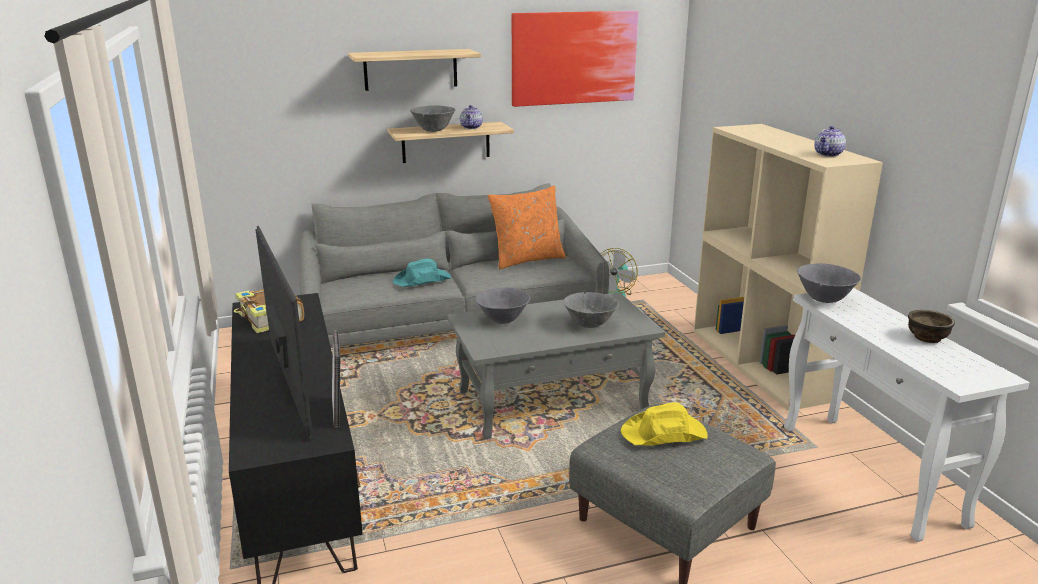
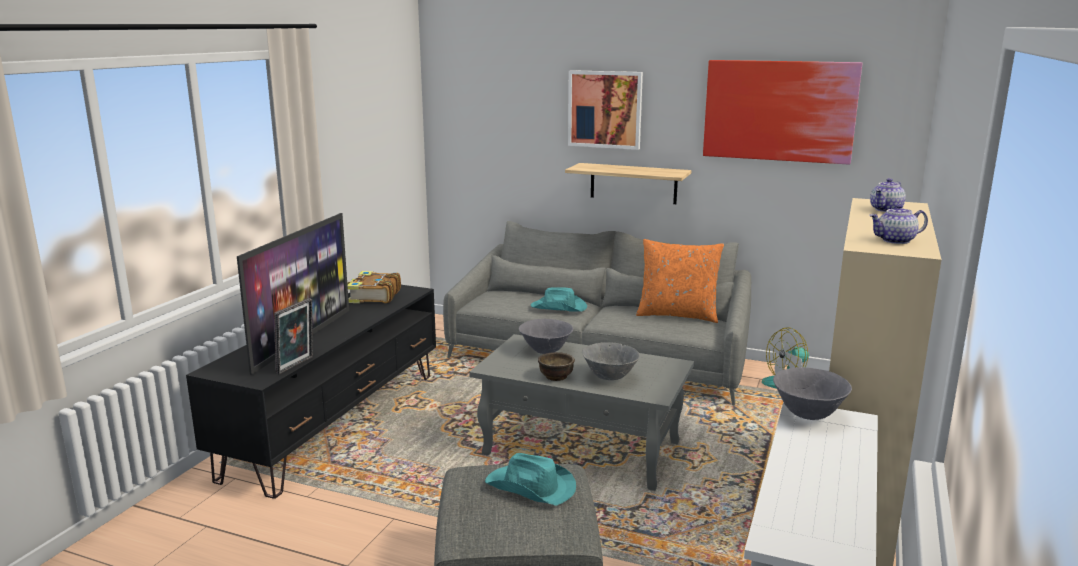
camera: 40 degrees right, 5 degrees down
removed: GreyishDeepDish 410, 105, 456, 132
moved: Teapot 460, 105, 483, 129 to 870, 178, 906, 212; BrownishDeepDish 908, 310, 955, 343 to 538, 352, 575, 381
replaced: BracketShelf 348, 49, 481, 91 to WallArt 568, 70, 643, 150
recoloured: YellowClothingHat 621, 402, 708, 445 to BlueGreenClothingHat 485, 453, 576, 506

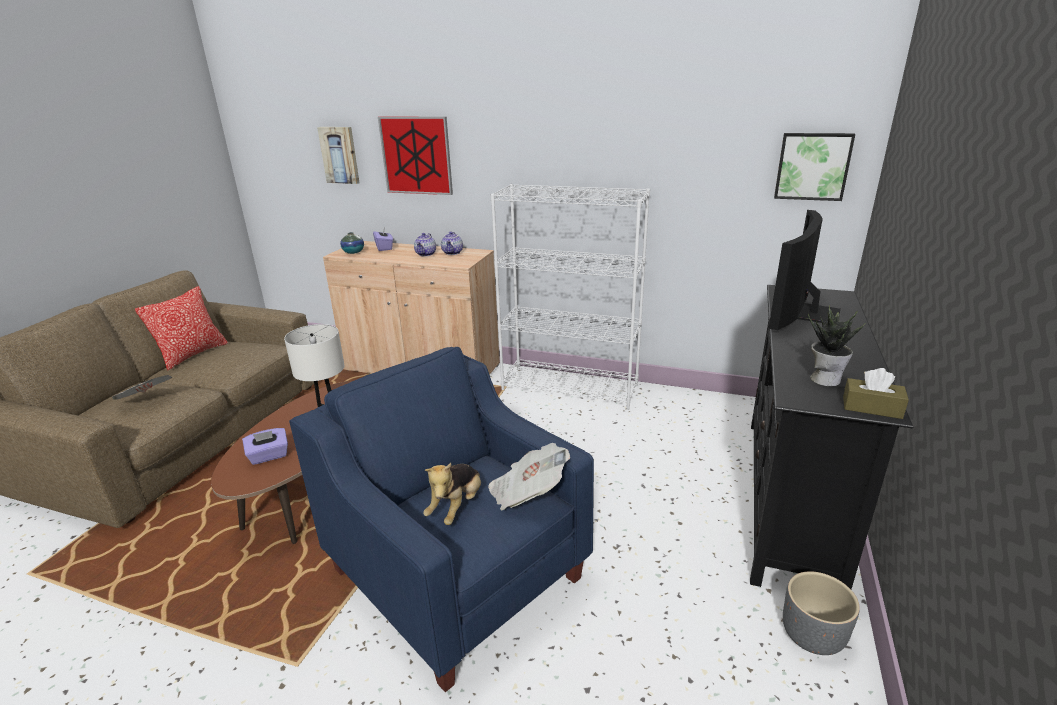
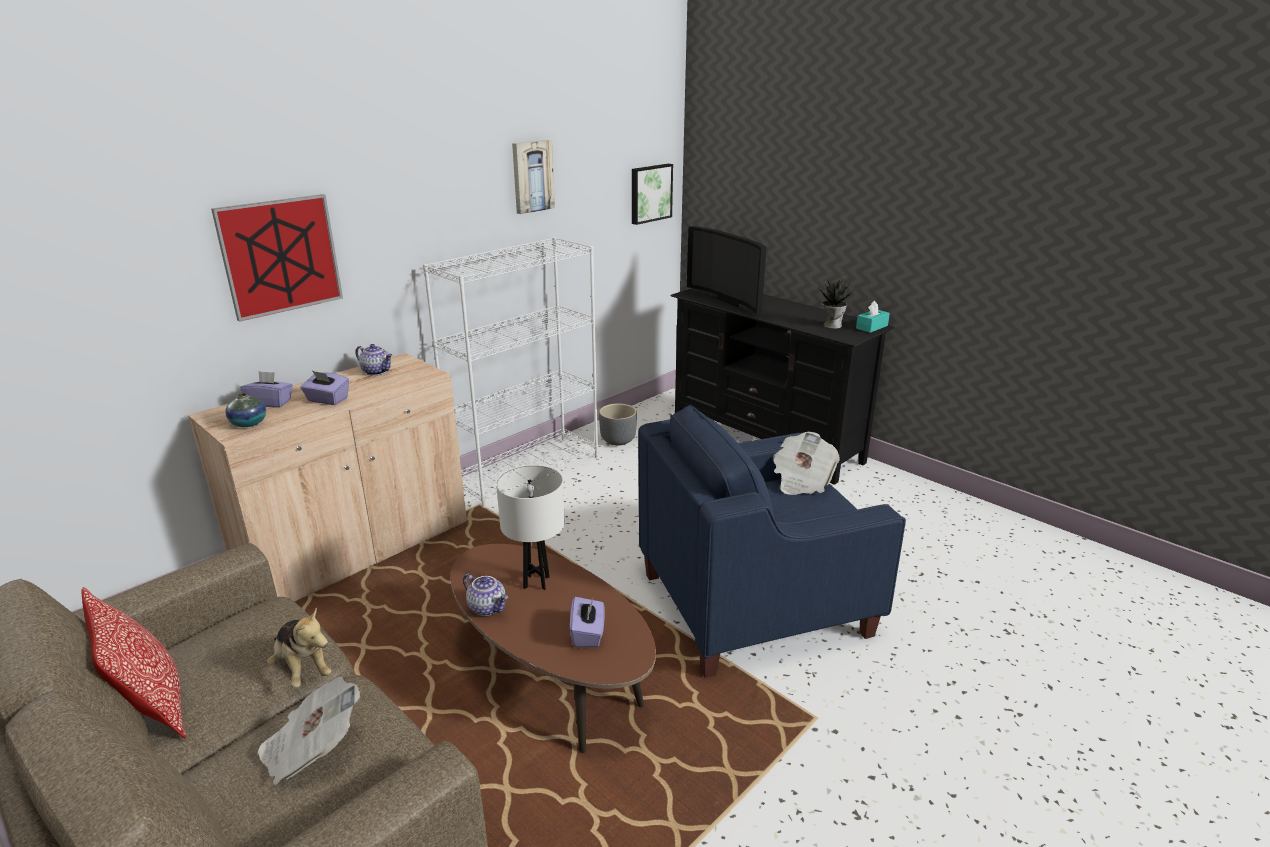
camera: 65 degrees left, 0 degrees up
added: PurplishBoxOfTissues 301, 371, 349, 405
moved: WallArt 317, 127, 360, 184 to 512, 140, 555, 214; Teapot 414, 233, 436, 256 to 463, 574, 508, 616; PlushToy 423, 463, 481, 525 to 267, 608, 332, 688; GreyishPlanter 783, 571, 860, 655 to 599, 403, 637, 446
recoloured: BrownishBoxOfTissues 843, 368, 909, 419 to BlueGreenBoxOfTissues 856, 301, 890, 333

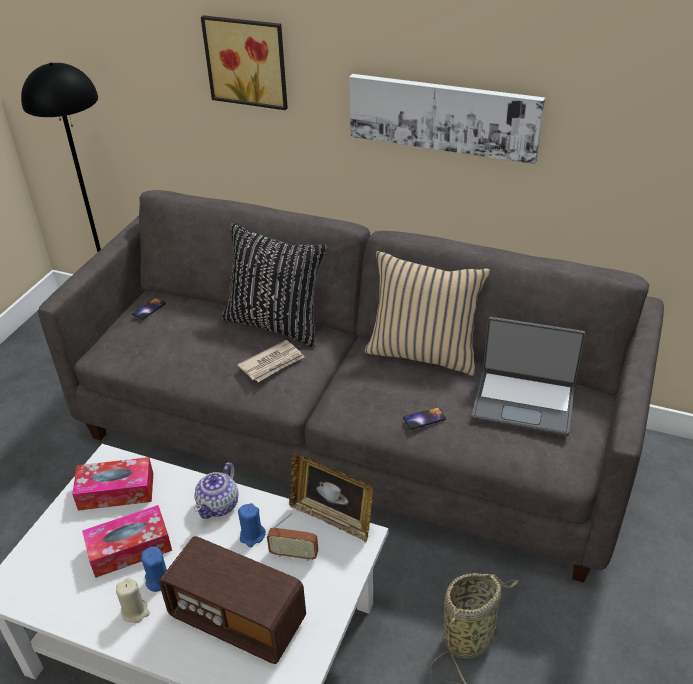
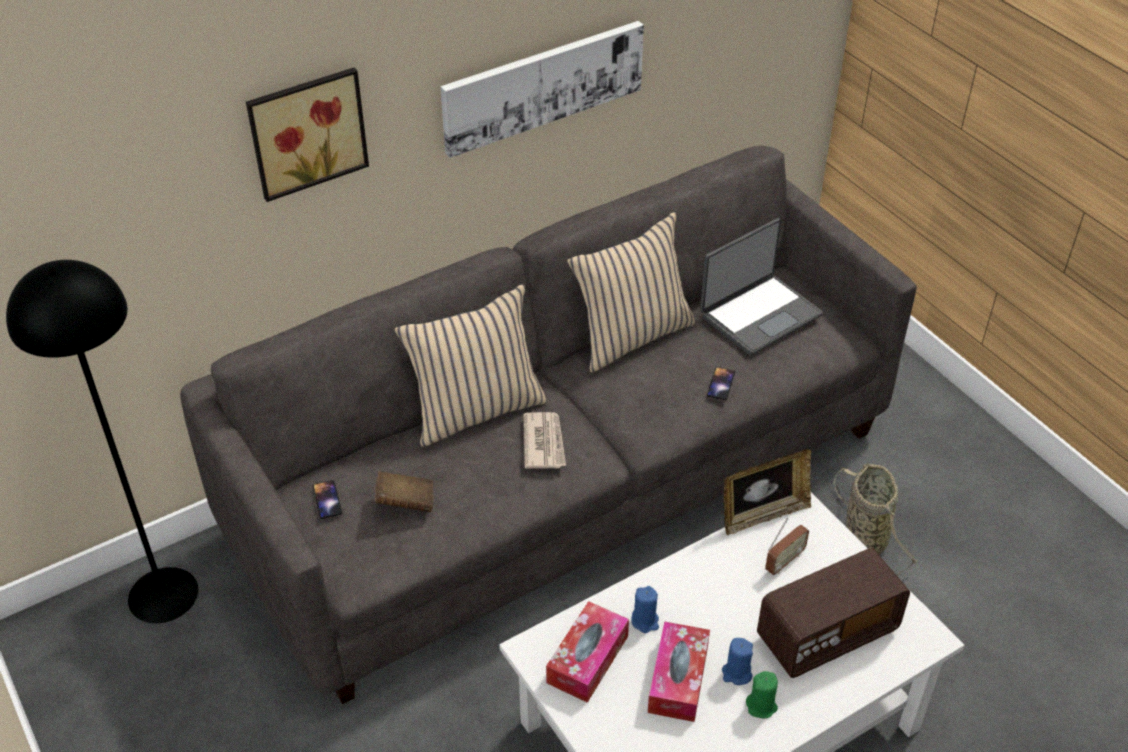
camera: 55 degrees left, 5 degrees up
removed: Teapot 194, 462, 238, 519
added: BrownishBoundBook 375, 471, 433, 512
moved: BlueColouredWaxLight 238, 503, 266, 547 to 631, 586, 659, 633
recoloured: SandColouredWaxLight 116, 578, 150, 623 to GreenWaxLight 746, 671, 778, 719; BlackPillow 222, 222, 328, 348 to SandColouredPillow 394, 284, 547, 447

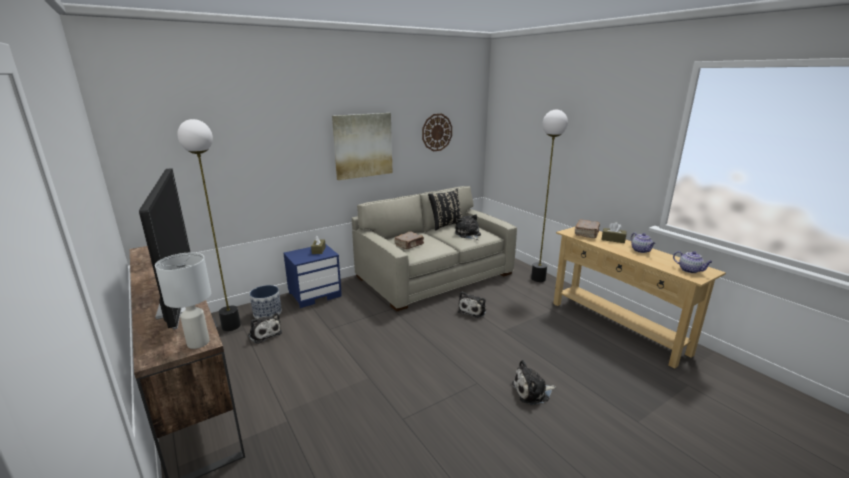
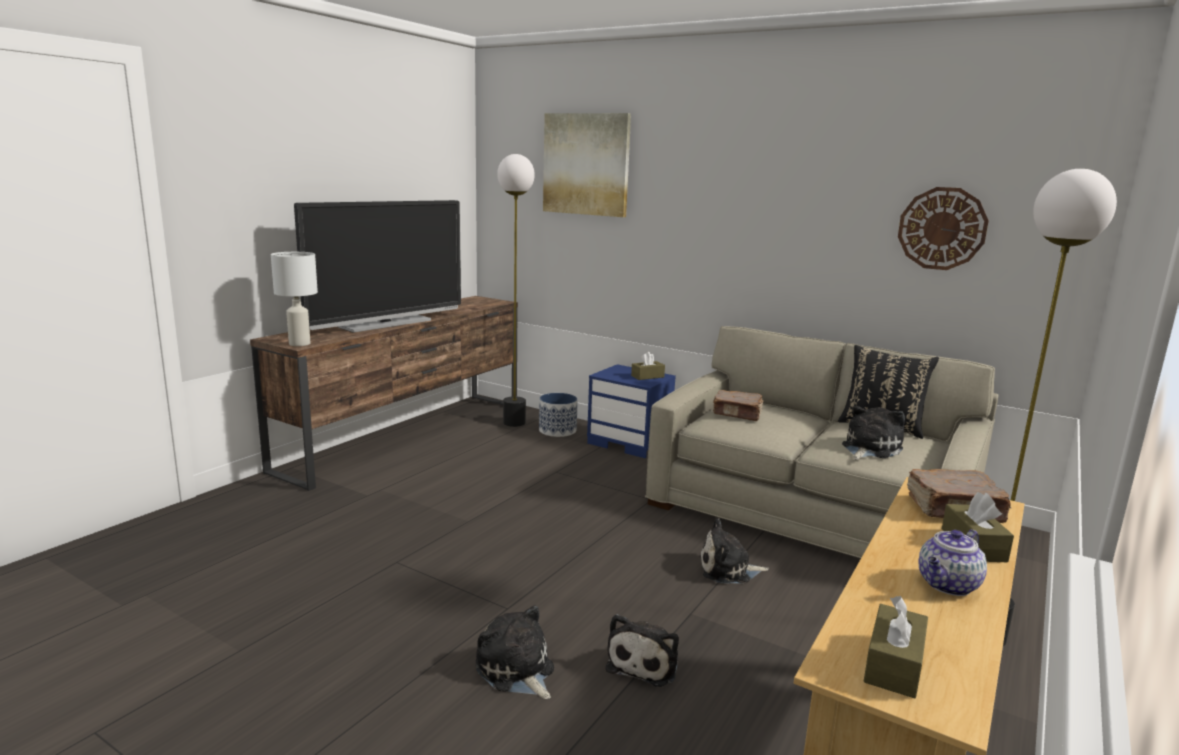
camera: 65 degrees right, 5 degrees down
moved: PlushToy 248, 313, 282, 344 to 606, 614, 679, 687; WallArt 332, 113, 392, 180 to 543, 113, 631, 217
replaced: Teapot 673, 251, 713, 273 to BrownishBoxOfTissues 864, 596, 928, 698

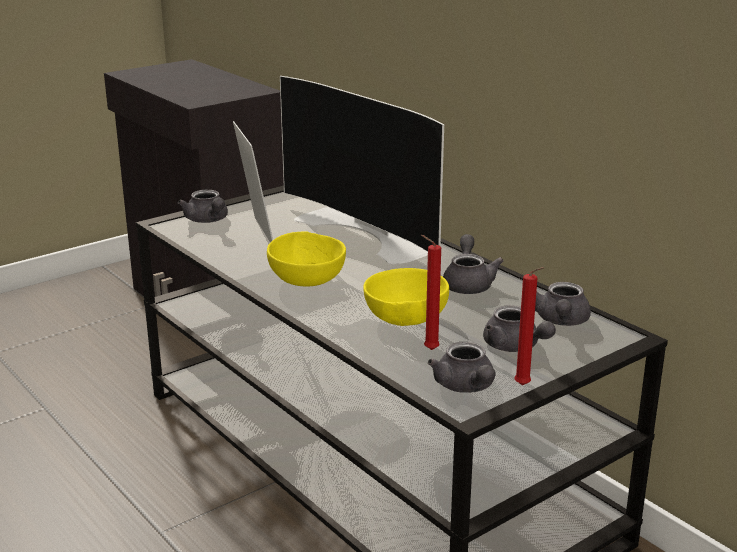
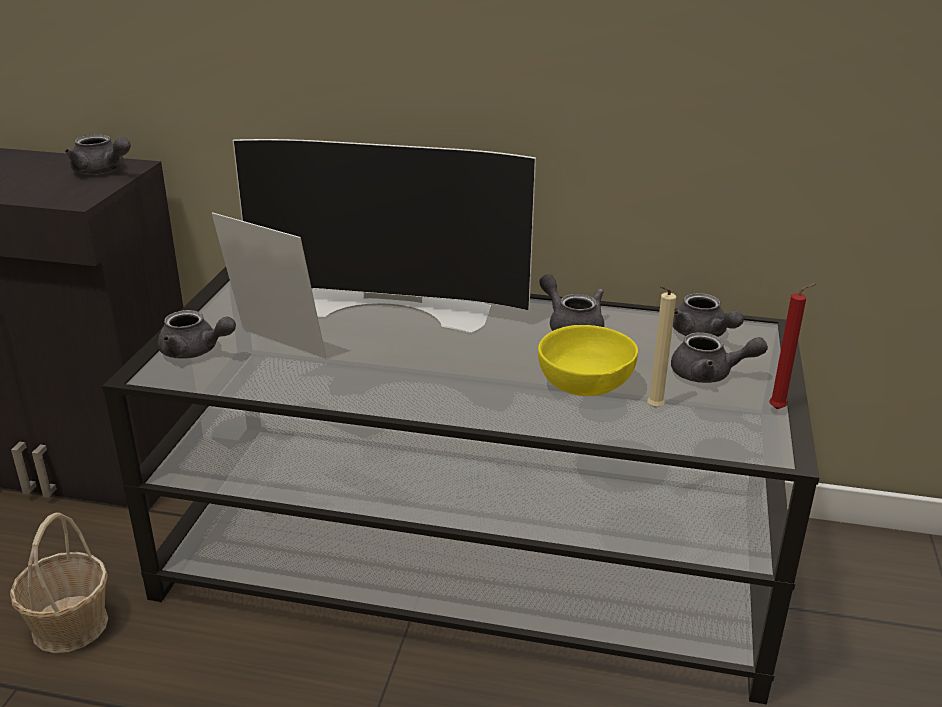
camera: 40 degrees left, 5 degrees up
removed: YellowDeepDish 267, 231, 346, 287
added: Basket 10, 513, 108, 653
moved: GreyishTeapot 428, 342, 495, 393 to 65, 134, 131, 175
recoloured: RedWaxLight 421, 235, 441, 350 to SandColouredWaxLight 647, 286, 676, 408

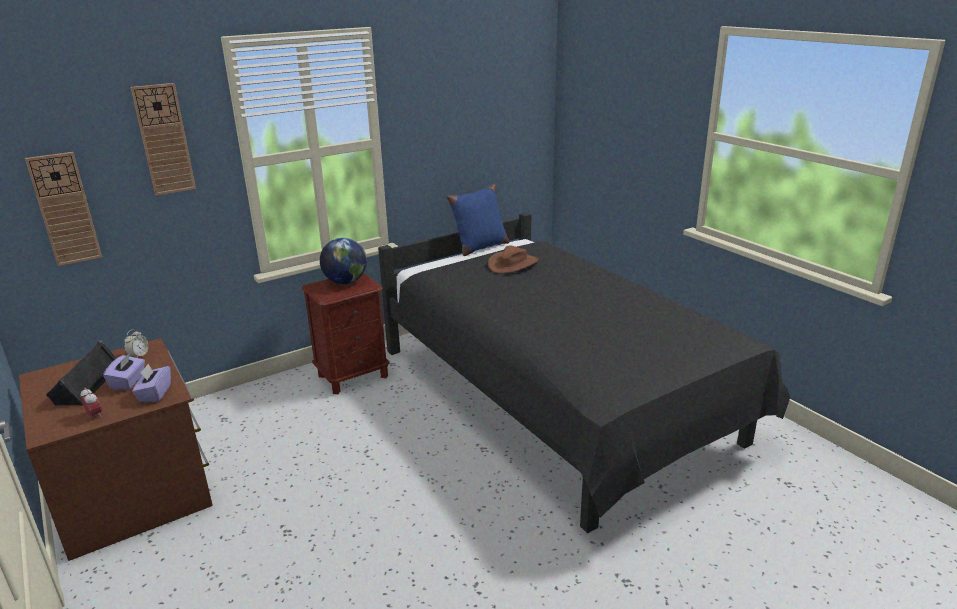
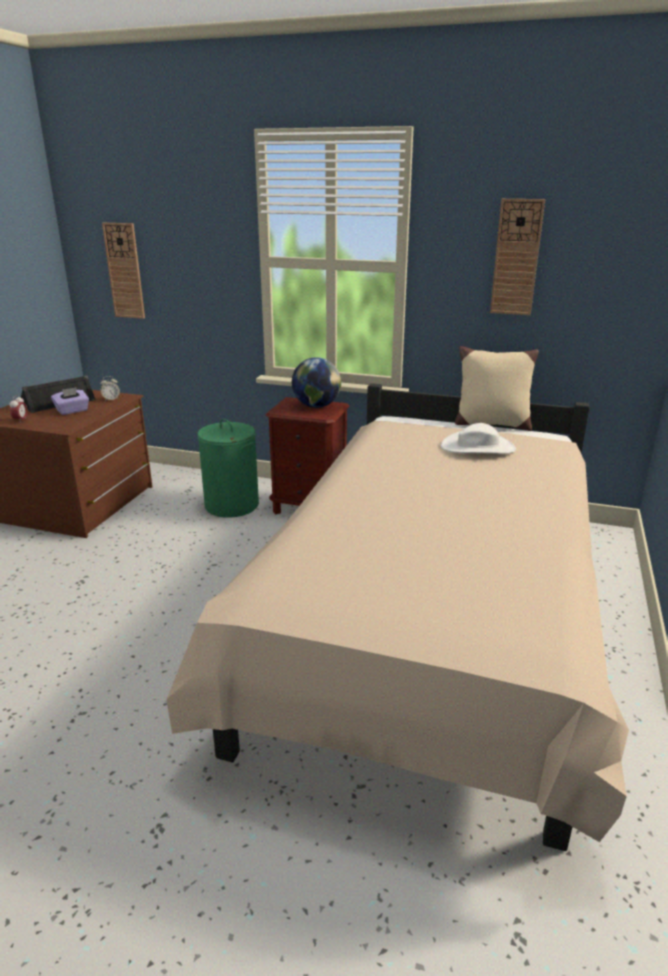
camera: 50 degrees right, 0 degrees up
removed: PurplishBoxOfTissues 132, 364, 171, 402
added: GreenLaundryBasket 197, 418, 259, 518
moved: HangingClock 131, 83, 196, 195 to 490, 199, 545, 315
recoloured: BlackBedroomBed 378, 212, 790, 533 to SandColouredBedroomBed 166, 383, 629, 851; BlueColouredPillow 447, 184, 509, 256 to SandColouredPillow 455, 346, 539, 431; BrownishClothingHat 488, 246, 538, 274 to WhitishClothingHat 441, 423, 516, 454

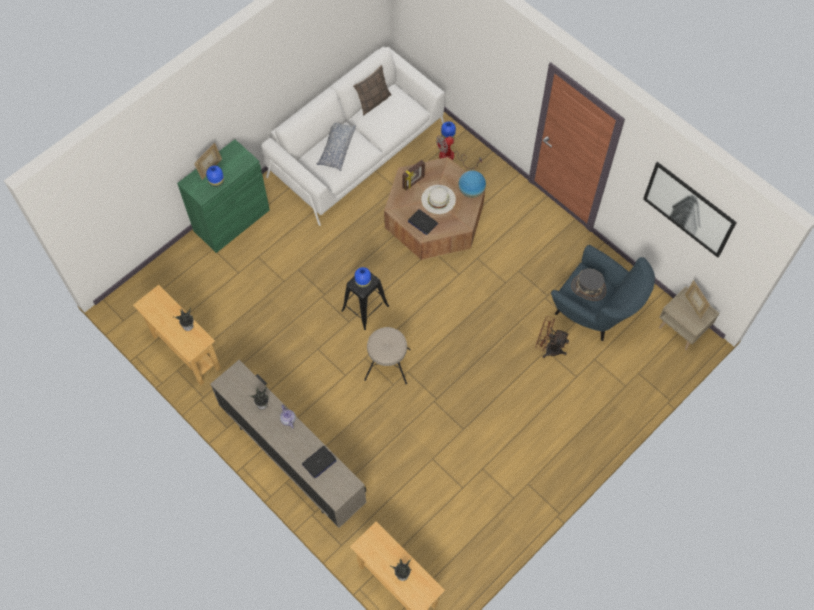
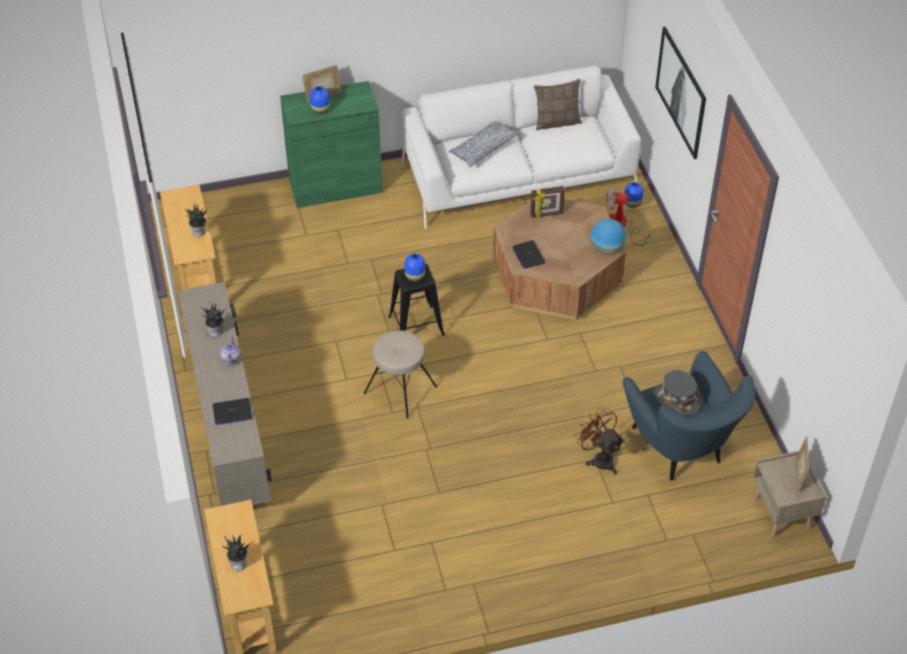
camera: 30 degrees right, 15 degrees down
removed: WhitishClothingHat 421, 185, 456, 214
moved: WallArt 643, 162, 737, 258 to 655, 27, 706, 159

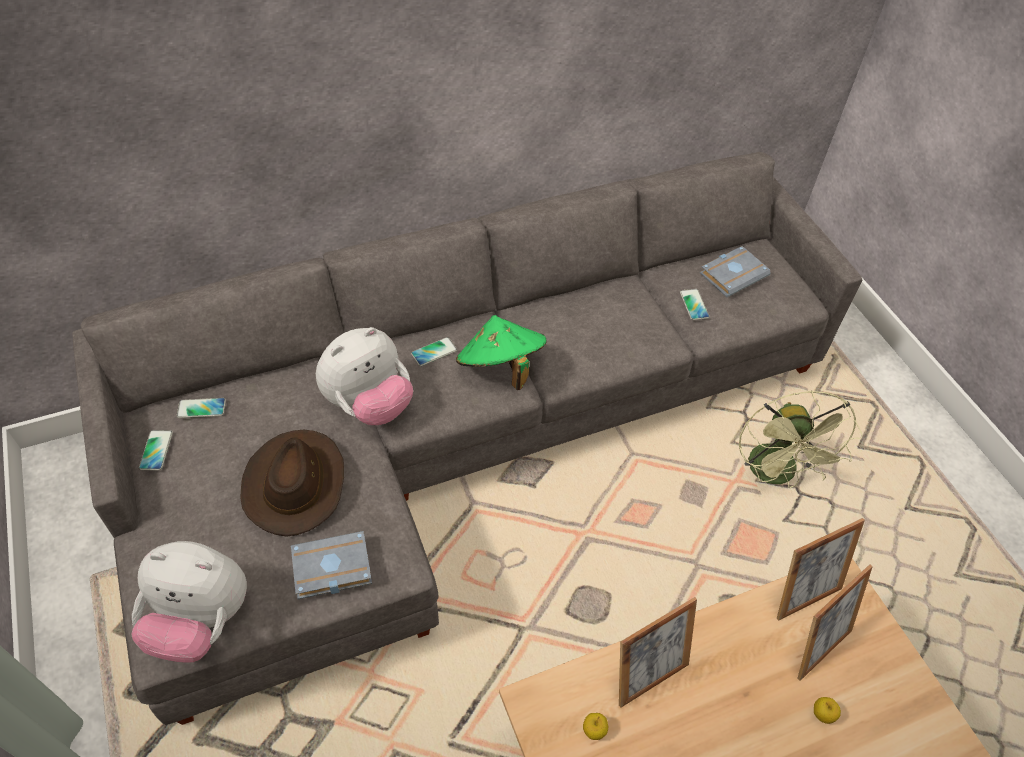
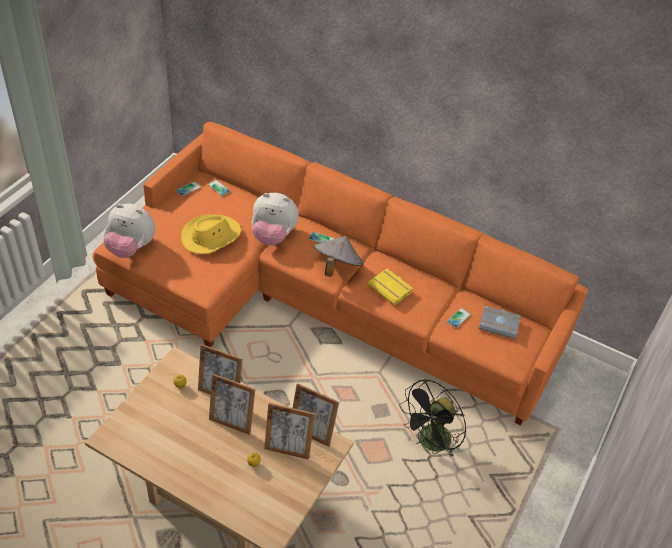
camera: 50 degrees right, 5 degrees down
removed: GreyishBoundBook 291, 531, 372, 599
added: PhotoFrame 209, 374, 256, 435; YellowBoundBook 368, 269, 413, 305
recoloured: GreyishCouch 72, 152, 862, 725 to OrangeCouch 92, 122, 588, 425; BrownishClothingHat 240, 429, 344, 536 to YellowClothingHat 181, 214, 241, 254; GreenClothingHat 456, 315, 547, 390 to GreyishClothingHat 314, 236, 364, 277; GreenFan 739, 390, 863, 488 to BlackFan 399, 379, 466, 457
turned: PlushToy 131, 541, 247, 663 = 103, 204, 155, 258 45 degrees counterclockwise

